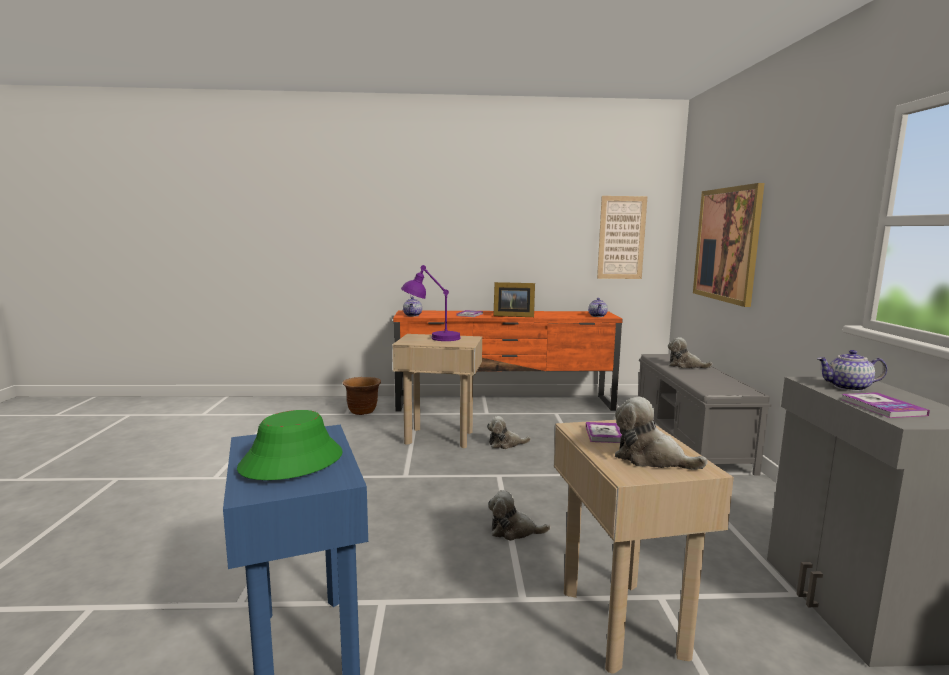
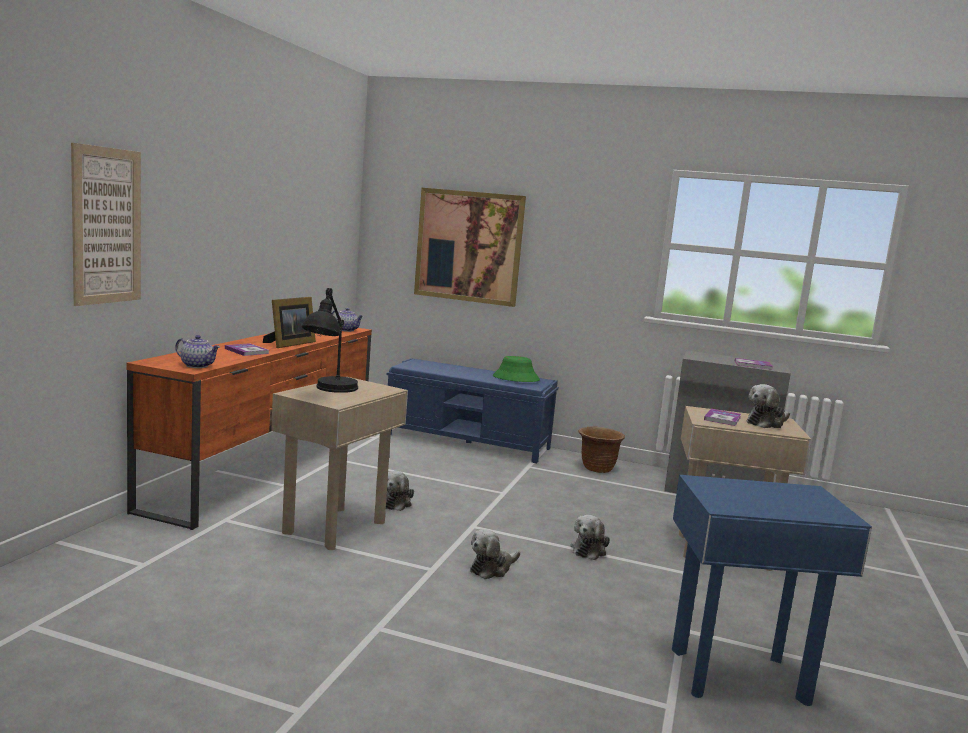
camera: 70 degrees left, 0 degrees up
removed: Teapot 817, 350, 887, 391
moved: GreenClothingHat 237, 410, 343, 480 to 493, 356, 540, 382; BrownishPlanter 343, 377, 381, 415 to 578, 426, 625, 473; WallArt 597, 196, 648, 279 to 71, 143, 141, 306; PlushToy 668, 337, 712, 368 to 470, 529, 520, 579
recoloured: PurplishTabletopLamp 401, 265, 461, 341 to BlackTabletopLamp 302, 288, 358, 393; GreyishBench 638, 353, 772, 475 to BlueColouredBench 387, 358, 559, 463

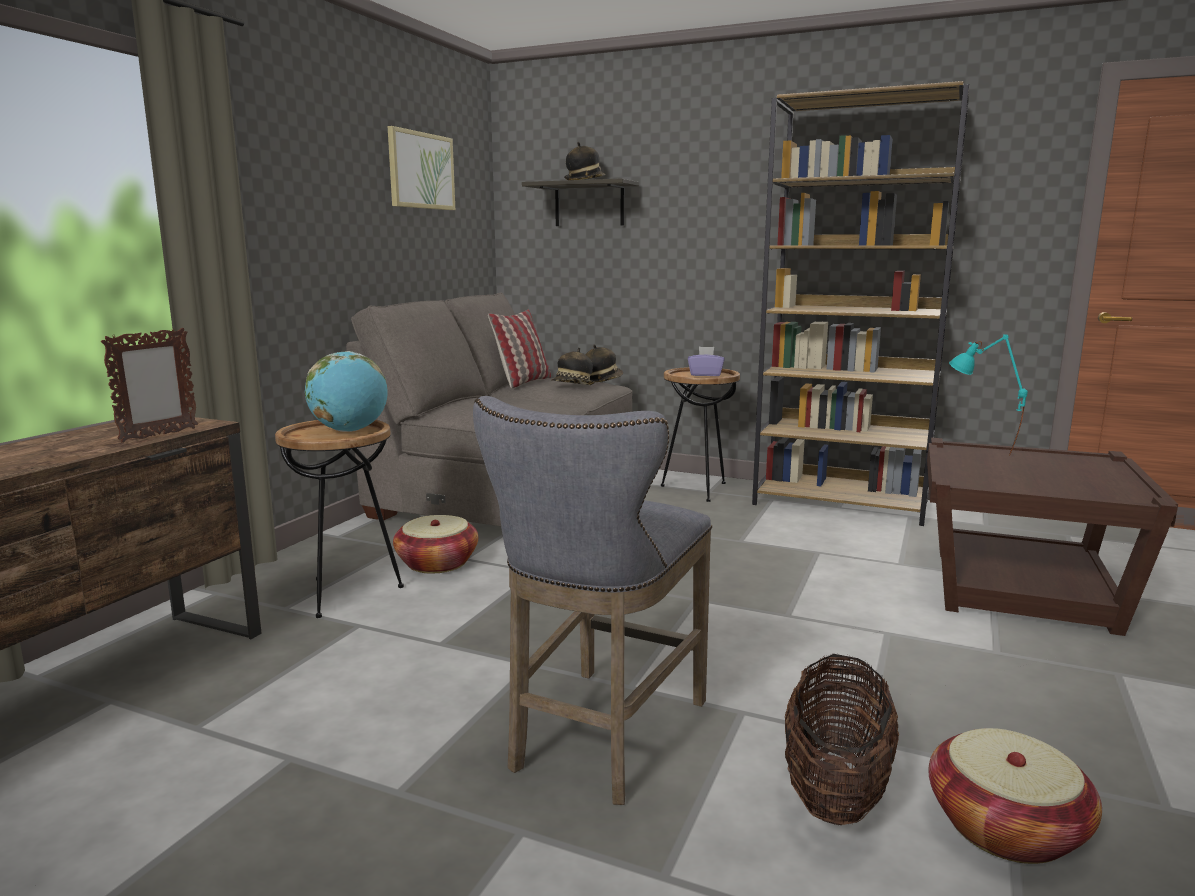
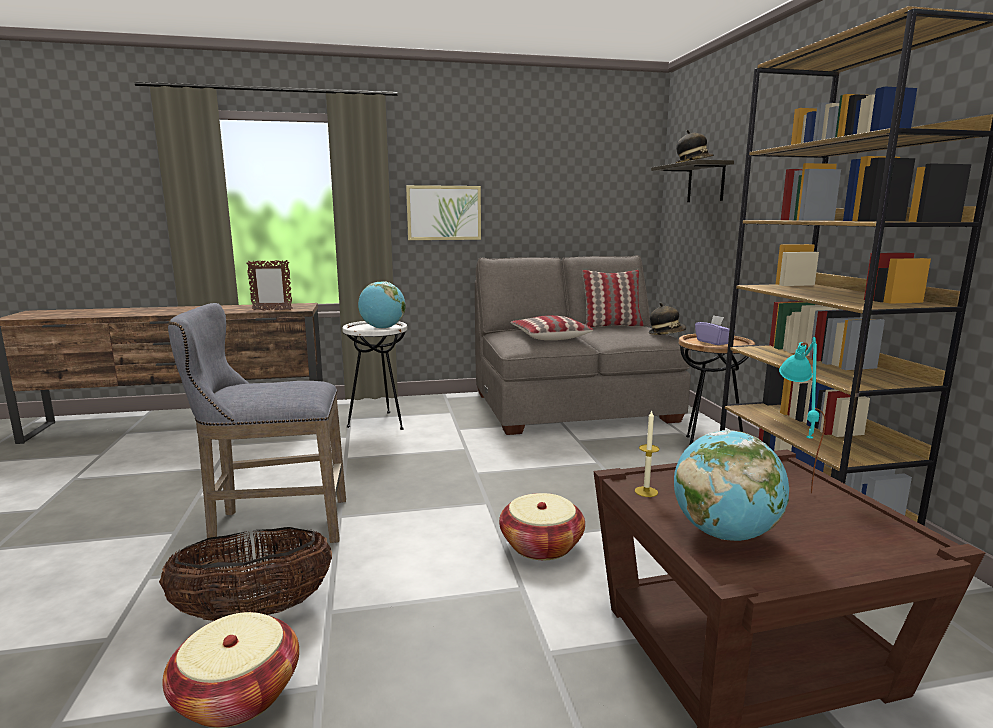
camera: 55 degrees right, 0 degrees up
removed: ClothingHat 552, 348, 595, 385
added: Pillow 510, 315, 593, 340; WaxLight 635, 411, 660, 497; DeskGlobe 674, 430, 789, 541
moved: WallArt 388, 126, 455, 210 to 406, 185, 481, 240; Basket 393, 515, 478, 573 to 499, 493, 585, 560
recoloured: BrownishSideTable 275, 420, 404, 618 to WhitishSideTable 342, 321, 407, 430

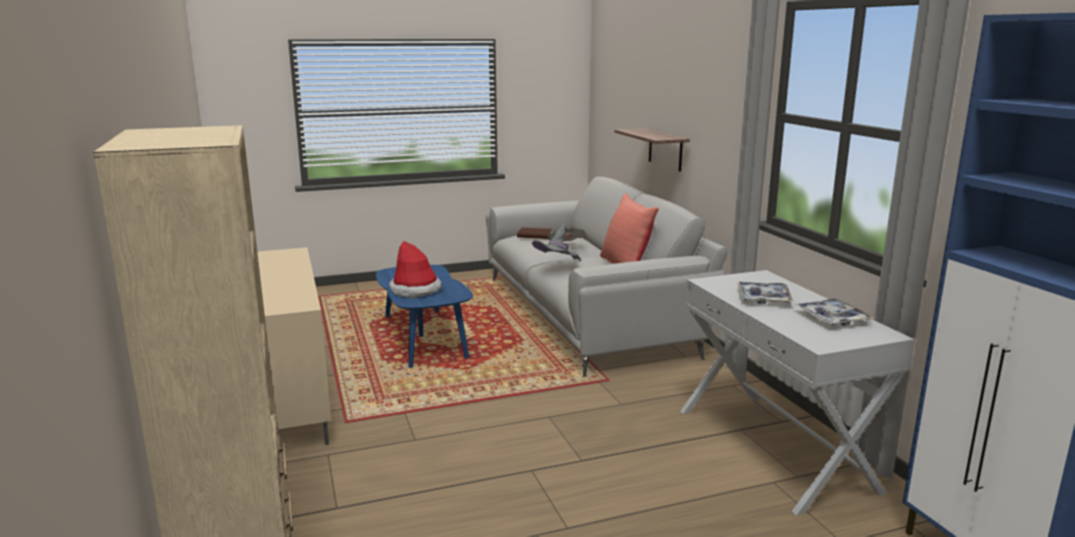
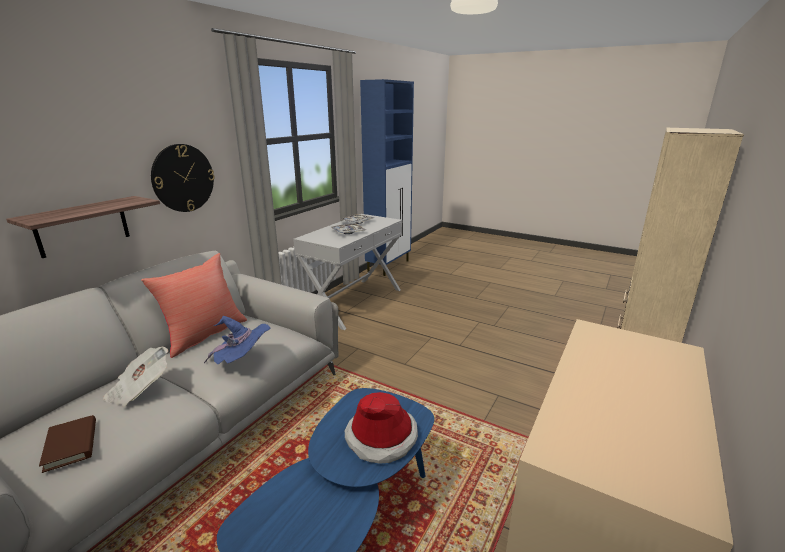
camera: 130 degrees left, 5 degrees up
added: HangingClock 151, 144, 215, 212
recoloured: GreyishClothingHat 532, 224, 581, 261 to BlueColouredClothingHat 204, 316, 270, 365

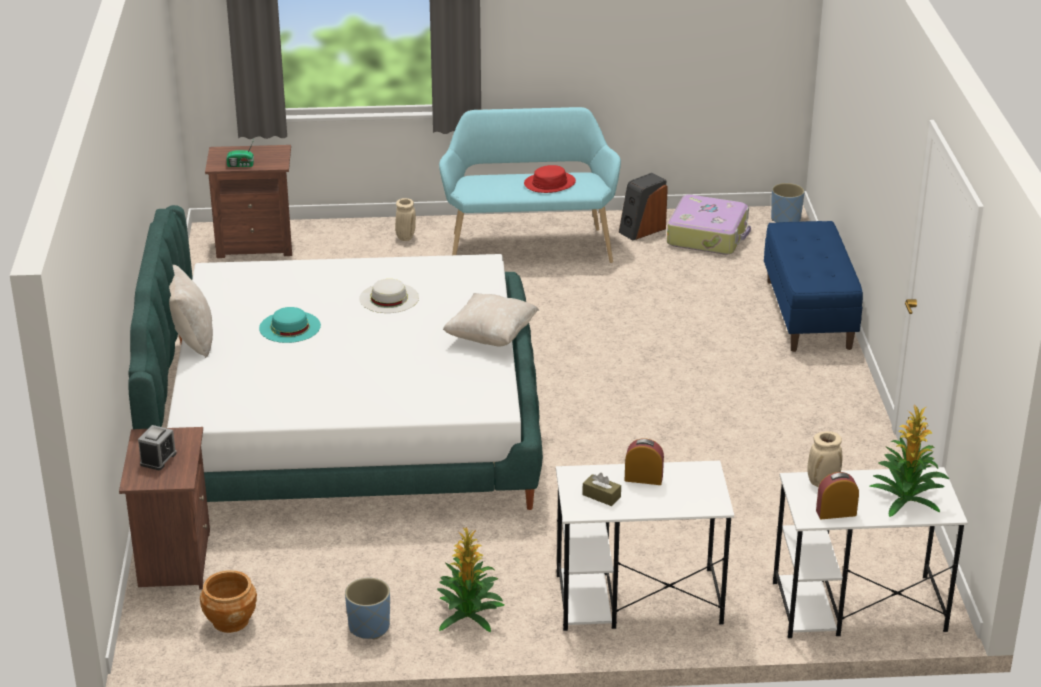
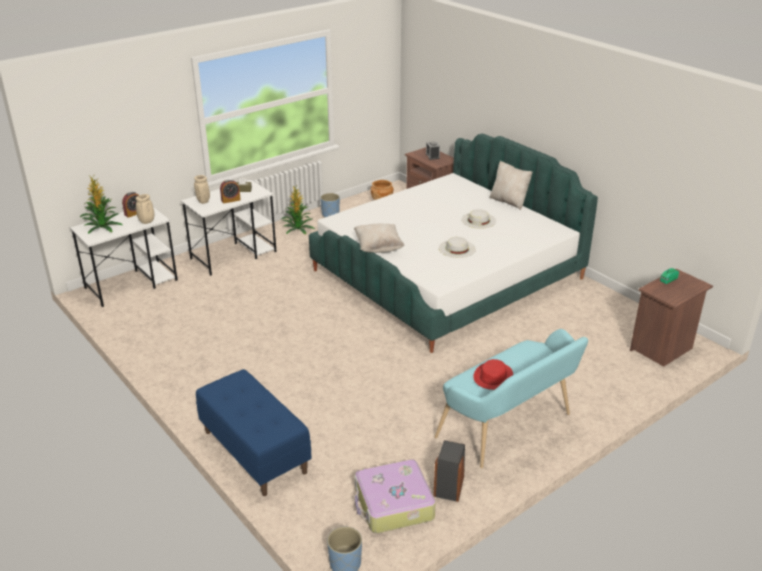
camera: 145 degrees right, 0 degrees up
moved: SandColouredFlowerVase 395, 198, 416, 241 to 194, 175, 210, 204
recoloured: BlueGreenClothingHat 259, 307, 321, 343 to WhitishClothingHat 461, 209, 496, 229

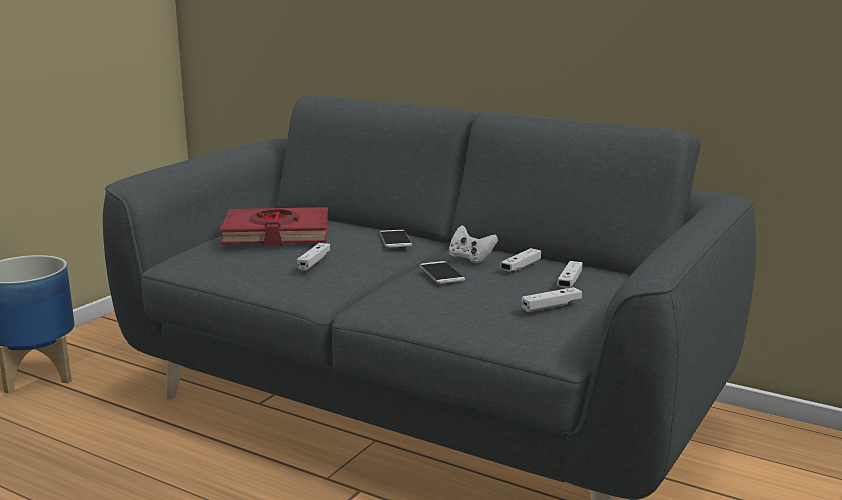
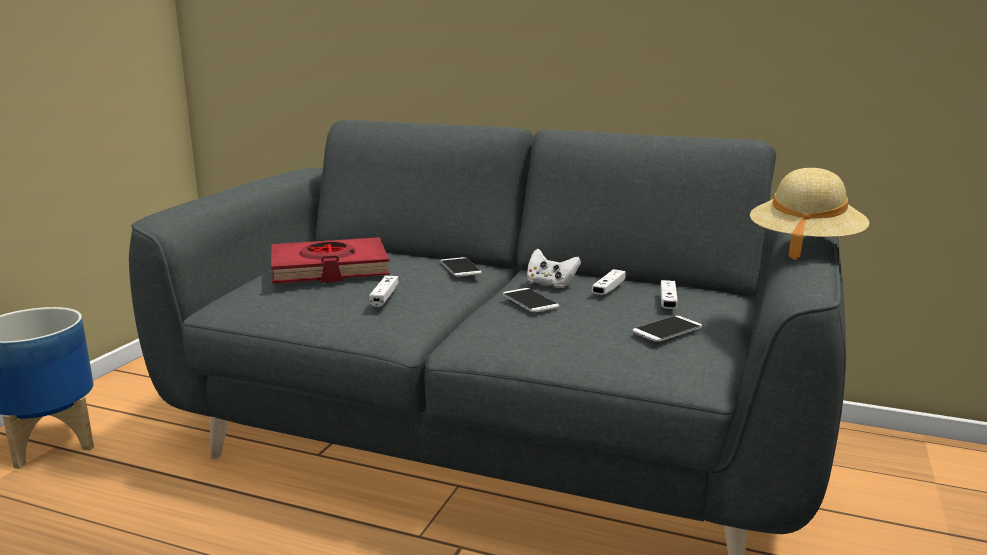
camera: 10 degrees left, 0 degrees up
added: SandColouredClothingHat 750, 168, 869, 260
replaced: WhitishGamepad 522, 287, 582, 312 to Handset 633, 316, 702, 342

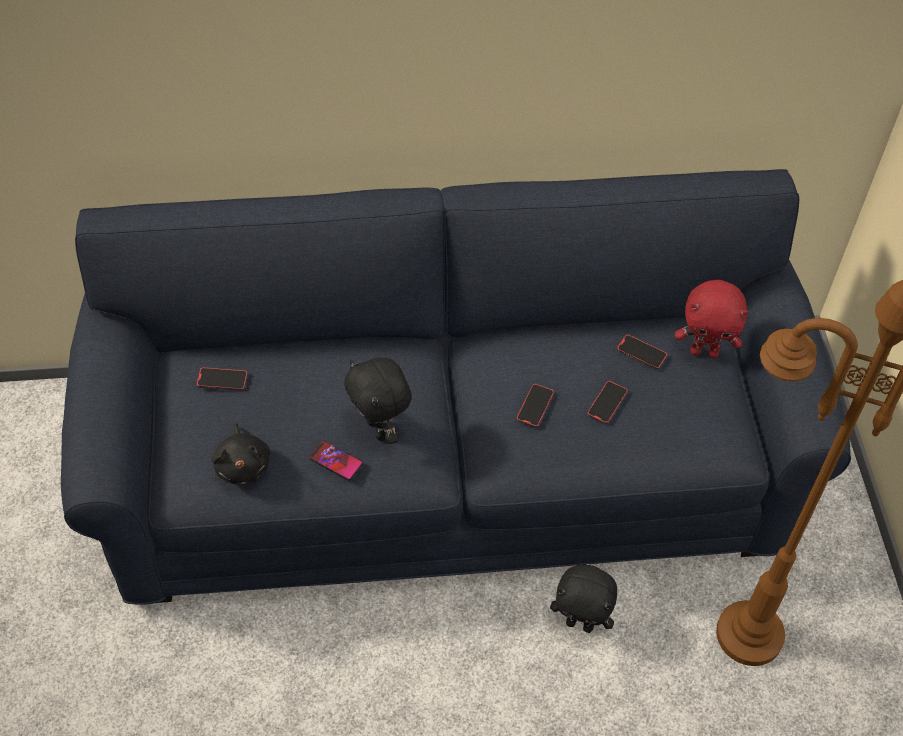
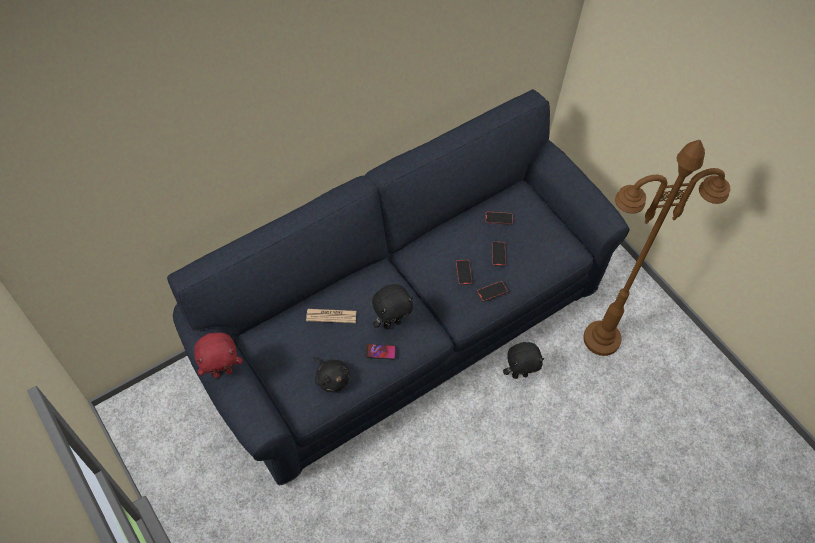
camera: 30 degrees left, 5 degrees up
added: Newspaper 306, 309, 356, 323
moved: Handset 197, 367, 248, 391 to 477, 281, 508, 302; RedPlushToy 675, 280, 748, 358 to 194, 332, 243, 378
turned: BlackPlushToy 344, 357, 412, 444 = 372, 284, 413, 329 60 degrees counterclockwise

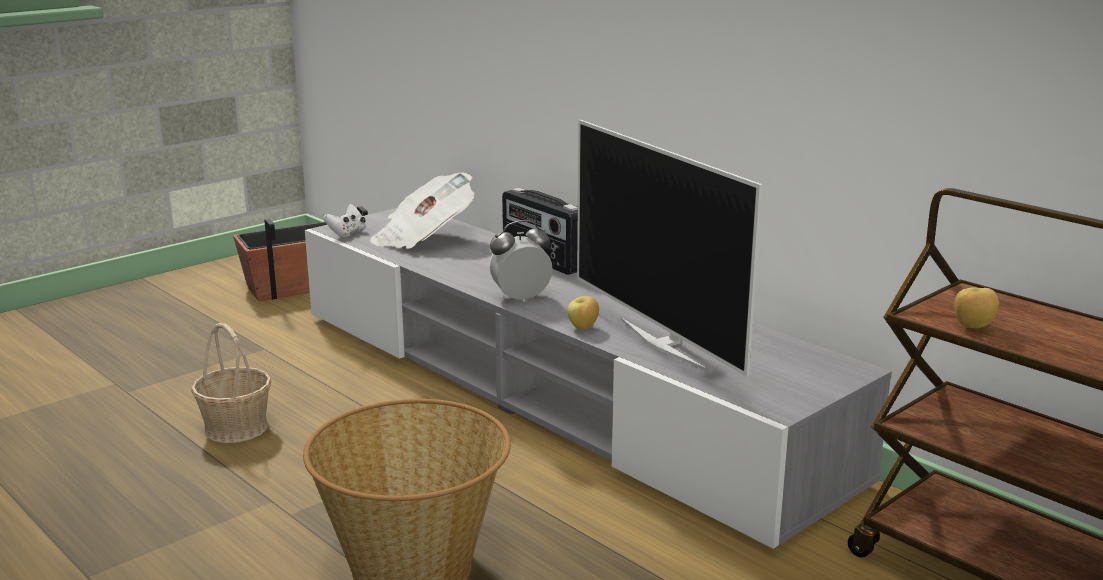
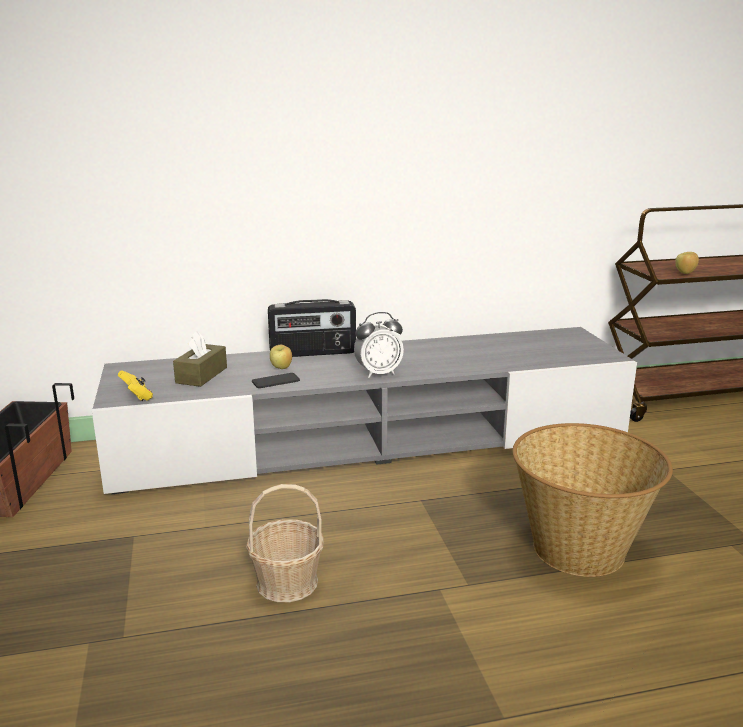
camera: 60 degrees left, 0 degrees up
removed: Television 577, 120, 762, 377
added: Handset 252, 373, 300, 388
moved: AppleFruit 567, 296, 599, 330 to 270, 345, 292, 369
replaced: Newspaper 370, 173, 475, 249 to BrownishBoxOfTissues 173, 331, 227, 387
recoloured: WhitishGamepad 323, 204, 366, 238 to YellowGamepad 118, 370, 153, 401
turned: BedsideClock 489, 220, 553, 302 = 354, 312, 404, 378 120 degrees counterclockwise

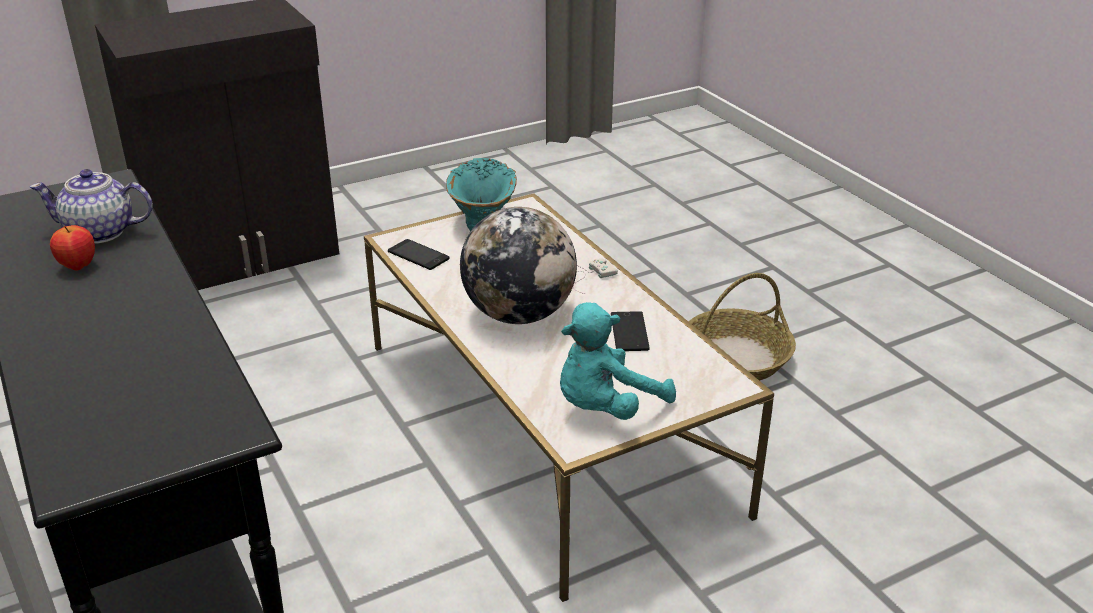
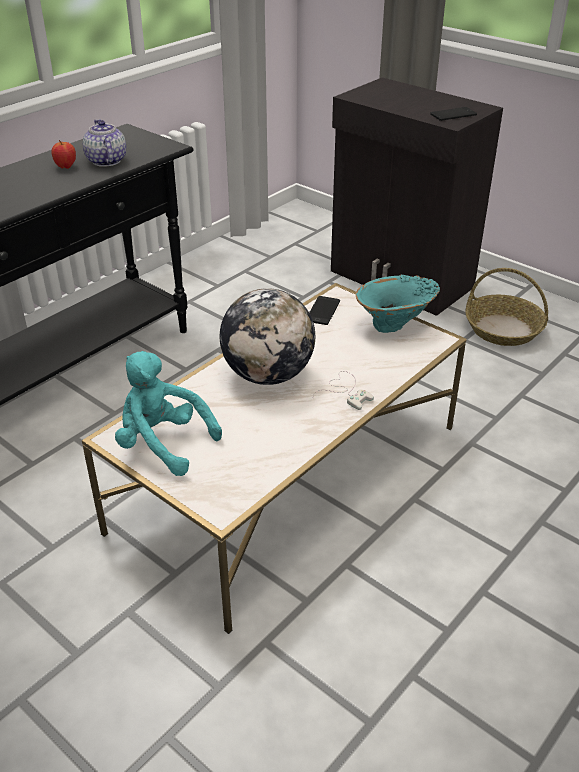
camera: 70 degrees right, 5 degrees up
moved: Handset 611, 311, 650, 351 to 430, 107, 477, 121; Basket 689, 273, 796, 381 to 465, 268, 548, 346

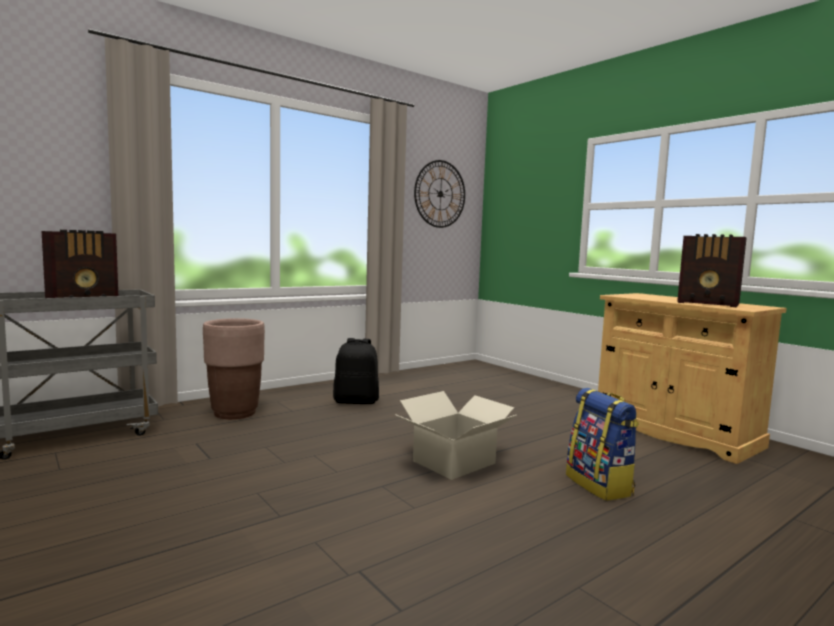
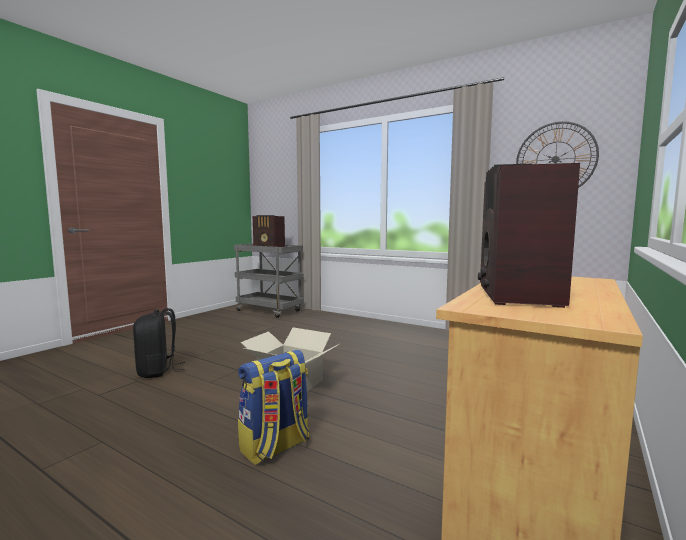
camera: 70 degrees right, 0 degrees up
removed: BrownishPlanter 203, 318, 265, 419
moved: BlackRucksack 333, 338, 379, 404 to 133, 308, 185, 378

